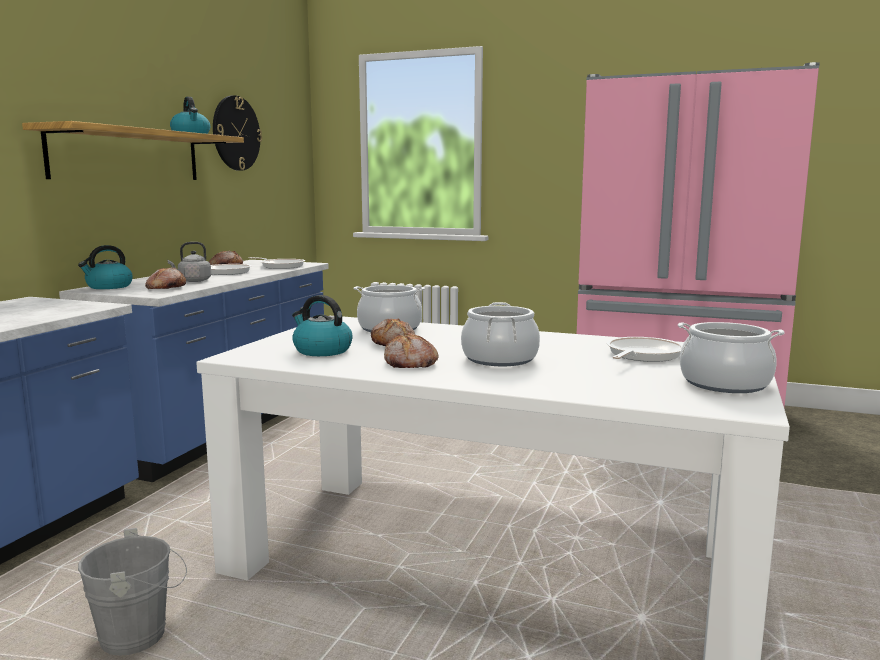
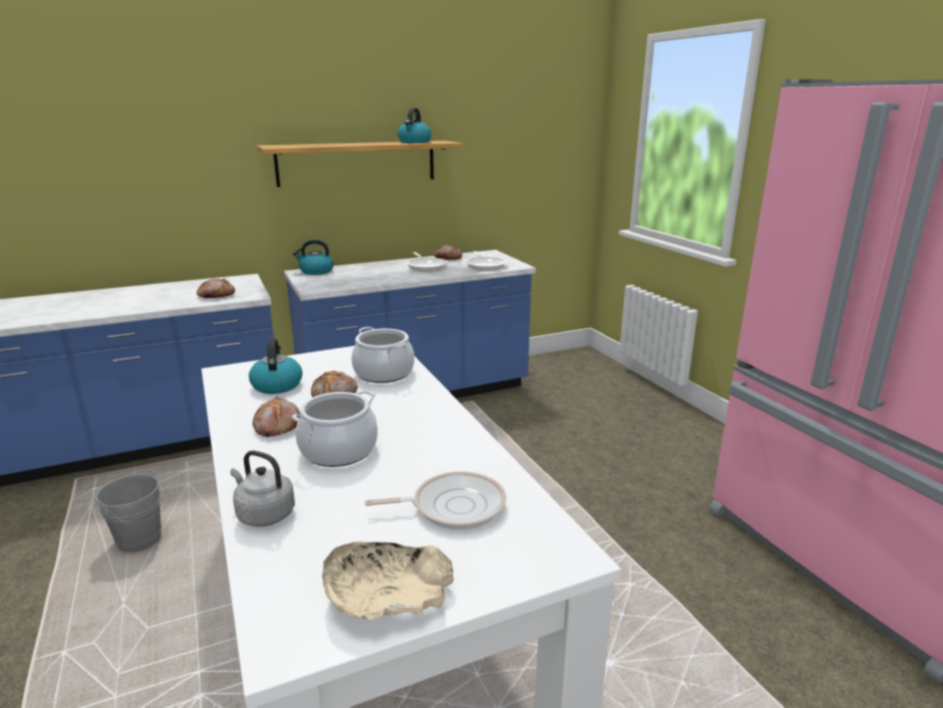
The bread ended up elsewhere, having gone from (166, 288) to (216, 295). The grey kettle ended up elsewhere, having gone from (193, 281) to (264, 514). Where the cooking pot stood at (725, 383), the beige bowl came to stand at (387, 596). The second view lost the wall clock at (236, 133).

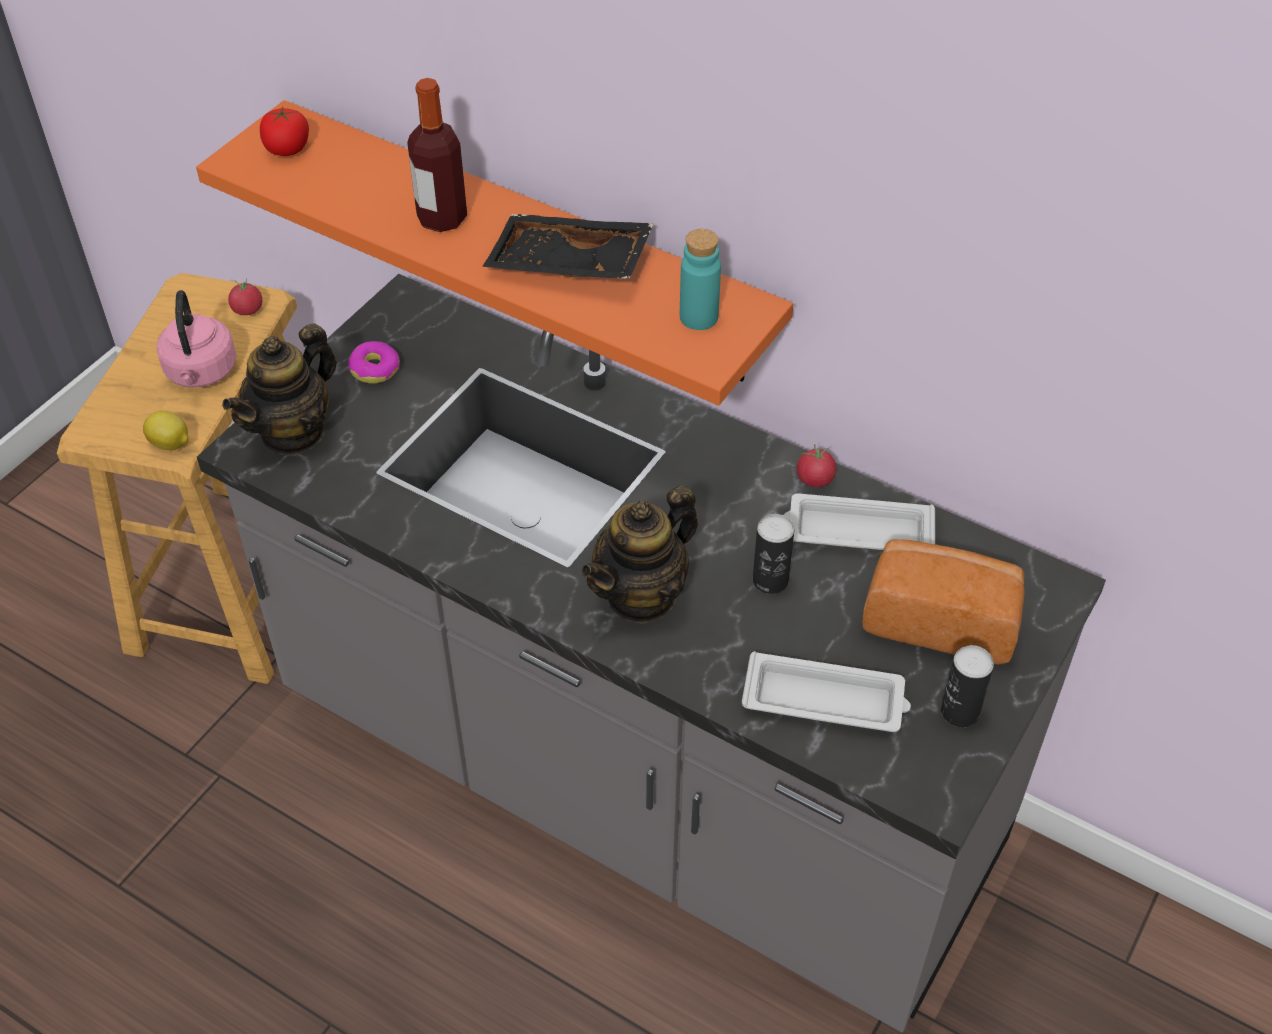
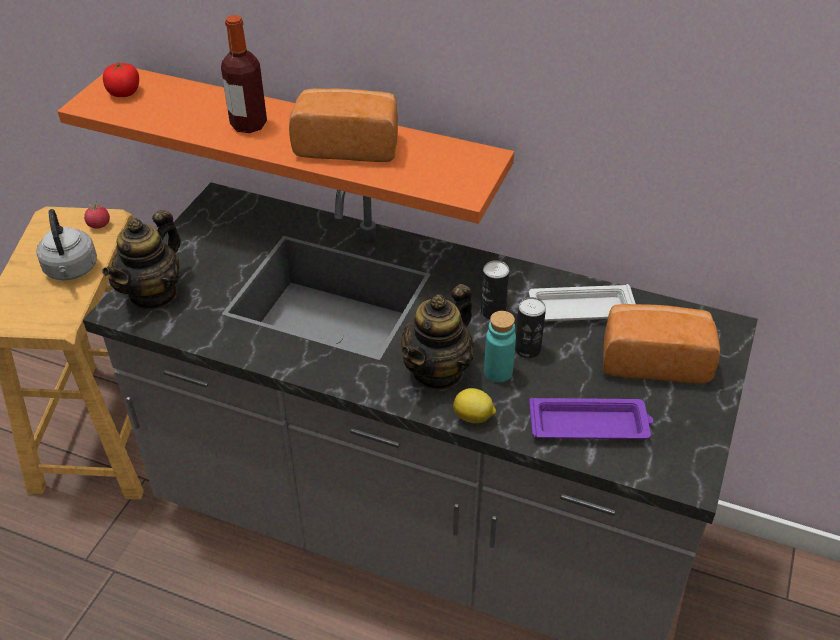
What was the pink kettle at (201, 373) turned into the grey kettle at (71, 270). Where the black tray stood at (568, 266), the bread came to stand at (348, 145). The lemon ended up elsewhere, having gone from (170, 444) to (474, 417). The can ended up elsewhere, having gone from (959, 712) to (493, 312). The turquoise bottle ended up elsewhere, having gone from (698, 317) to (498, 372). What was the white tray at (826, 700) turned into the purple tray at (590, 425). The second view lost the donut at (375, 369). The second view lost the tomato at (815, 479).

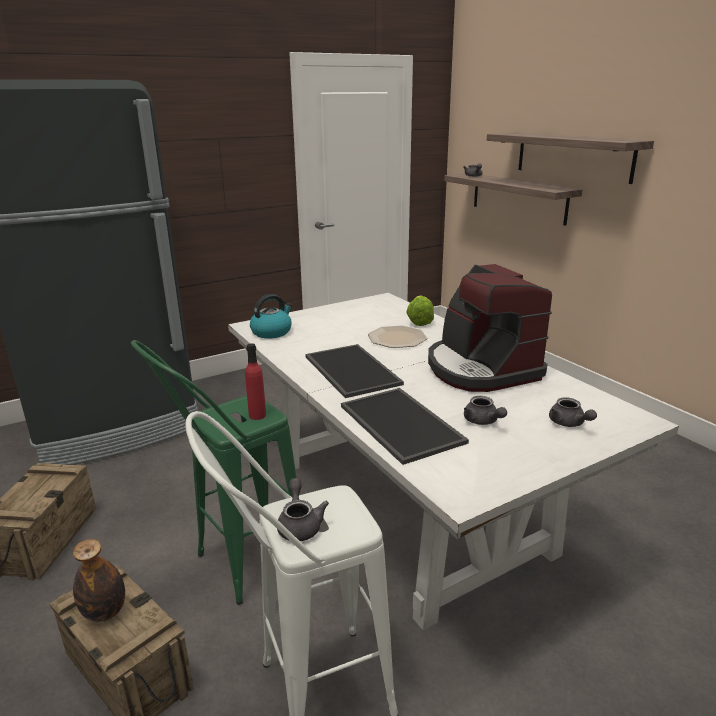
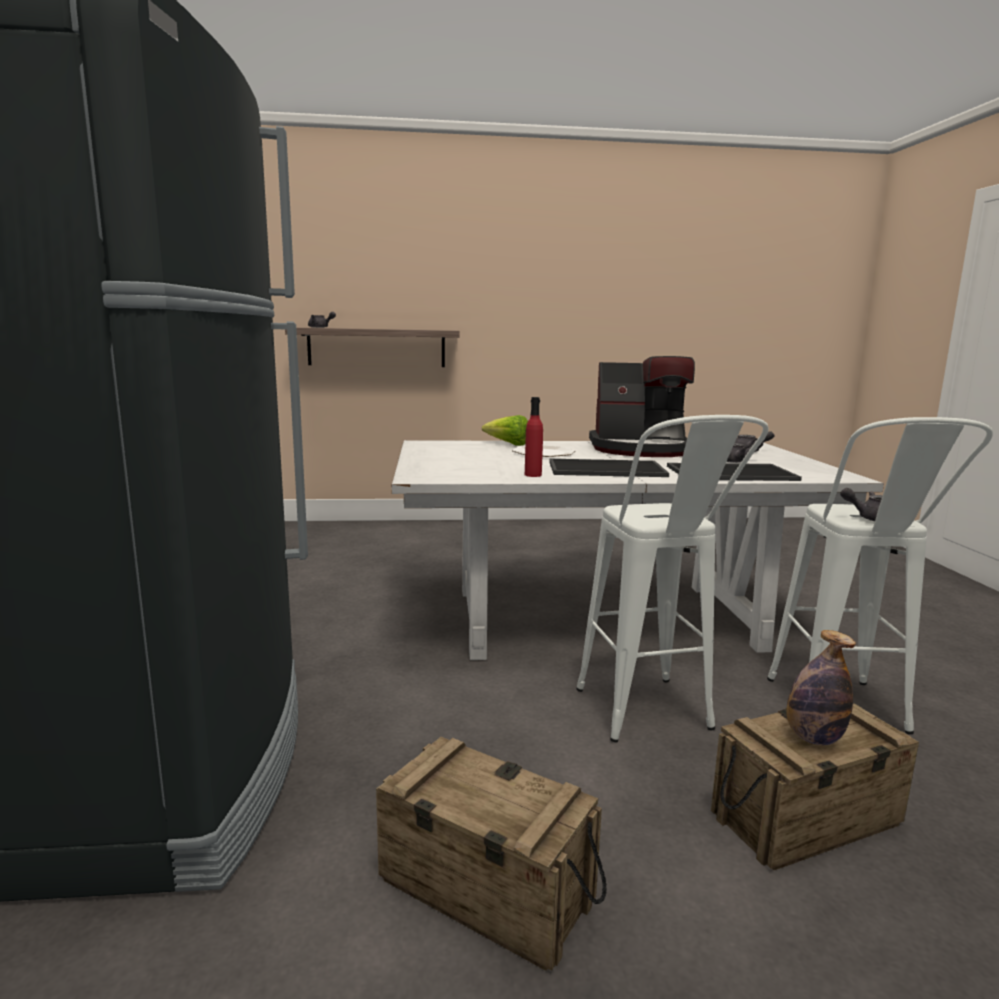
The red bottle ended up elsewhere, having gone from (257, 415) to (533, 475). What was the green stool at (237, 568) turned into the white stool at (651, 721). The second view lost the kettle at (272, 332). The second view lost the shelf at (573, 156).

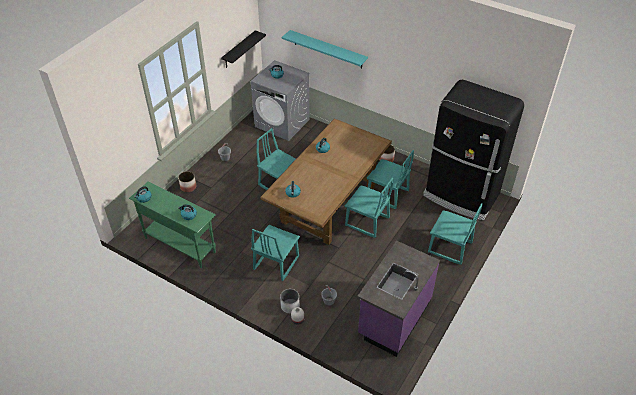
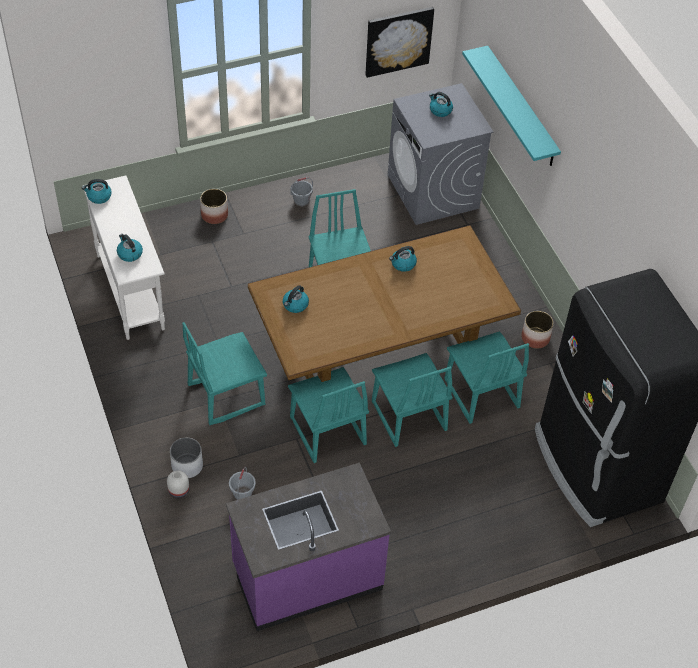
What was the green console table at (180, 245) turned into the white console table at (130, 291). The turquoise chair ended up elsewhere, having gone from (450, 248) to (327, 431). Where the black shelf hung at (239, 50), the picture came to hang at (398, 41).

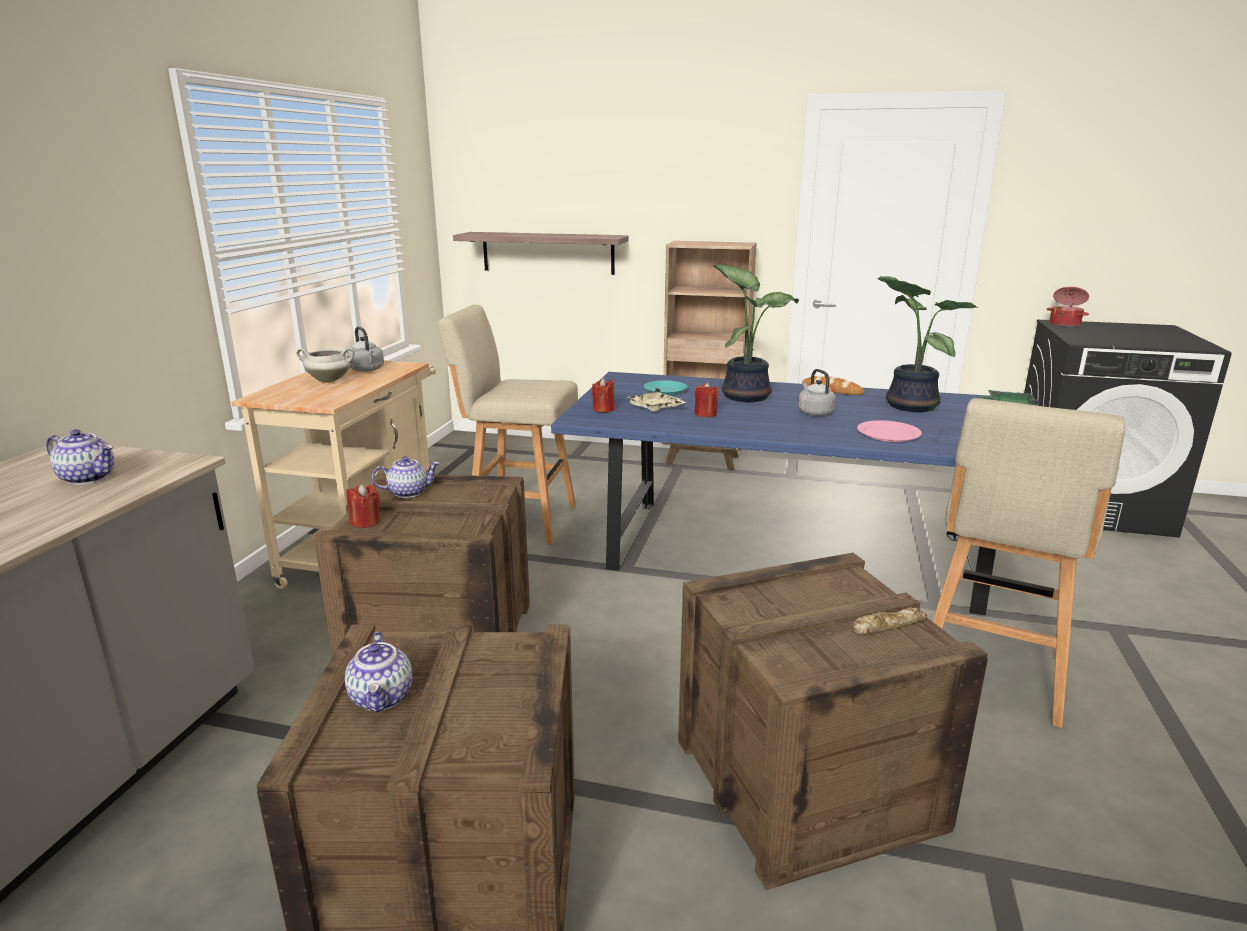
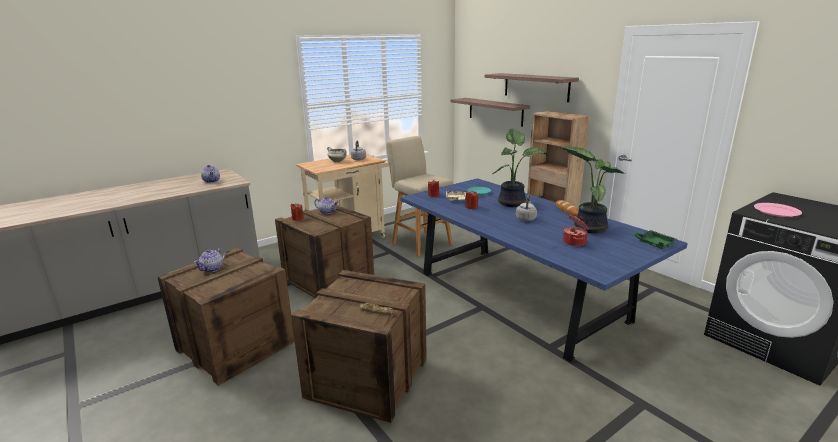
The second view gained the shelf at (536, 87). The cooking pot ended up elsewhere, having gone from (1065, 324) to (575, 242). The pink plate ended up elsewhere, having gone from (888, 434) to (776, 211). The second view lost the beige stool at (989, 676).

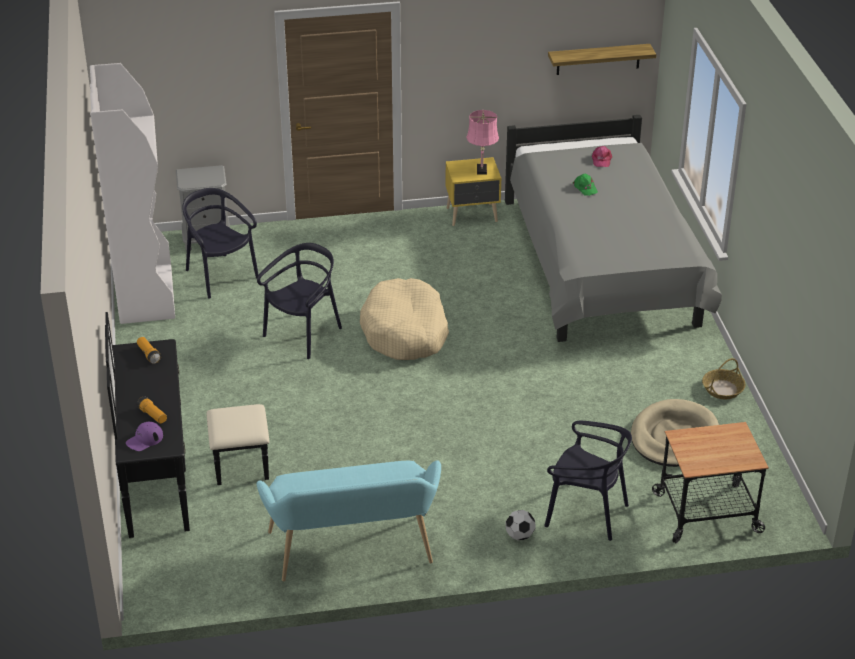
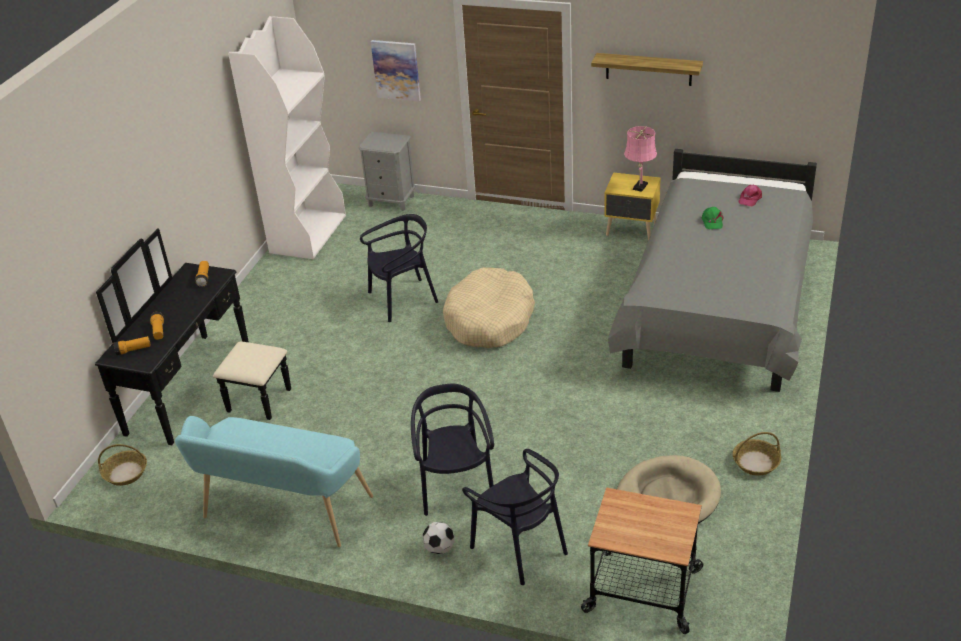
The second view gained the basket at (125, 473). Where the purple cap stood at (144, 439), the flashlight came to stand at (133, 350). The second view gained the picture at (396, 70). The black chair ended up elsewhere, having gone from (220, 276) to (455, 486). The shelf ended up elsewhere, having gone from (598, 59) to (648, 69).

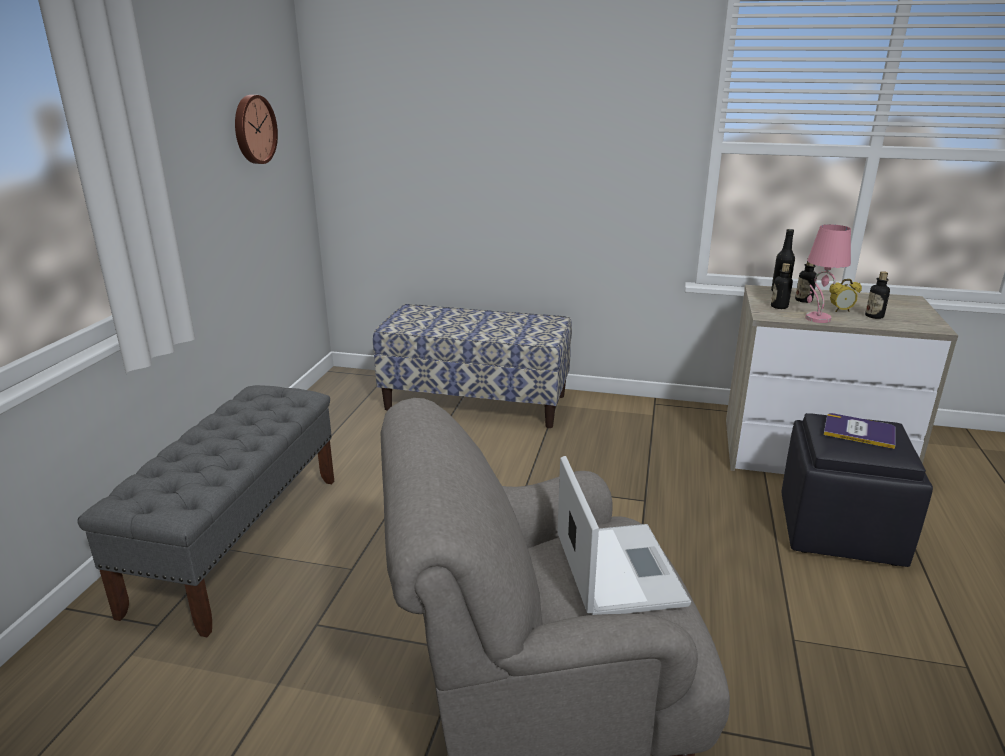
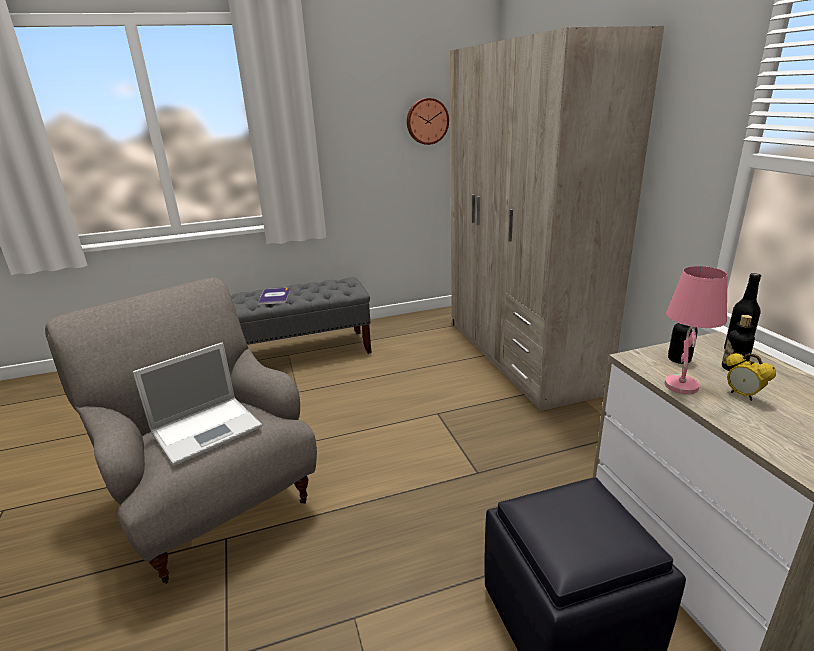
The book ended up elsewhere, having gone from (859, 431) to (274, 297). Where the bench stood at (476, 402), the beige wardrobe came to stand at (520, 355). The second view lost the bottle at (874, 316).

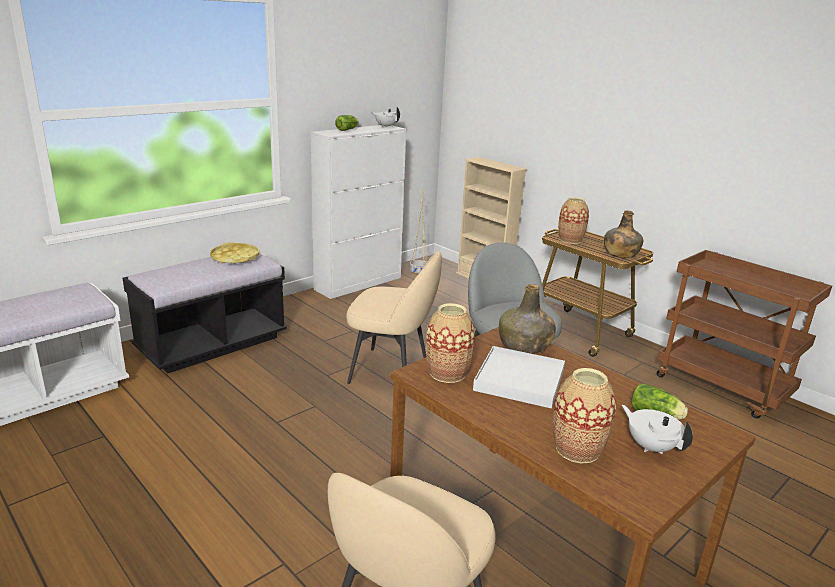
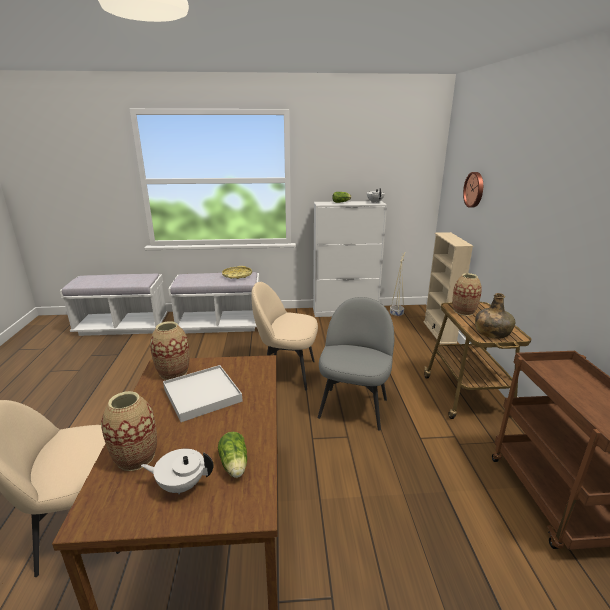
The white teapot at (651, 446) ended up facing another way, 90 degrees counterclockwise from before. What was the black bench at (212, 344) turned into the white bench at (220, 324). The beige chair at (391, 371) ended up facing another way, 135 degrees clockwise from before. The second view gained the wall clock at (475, 189). The second view lost the green bottle at (524, 346).

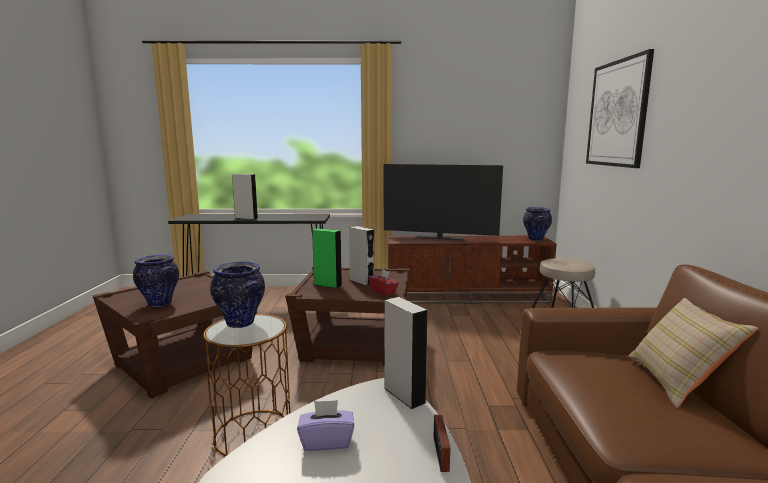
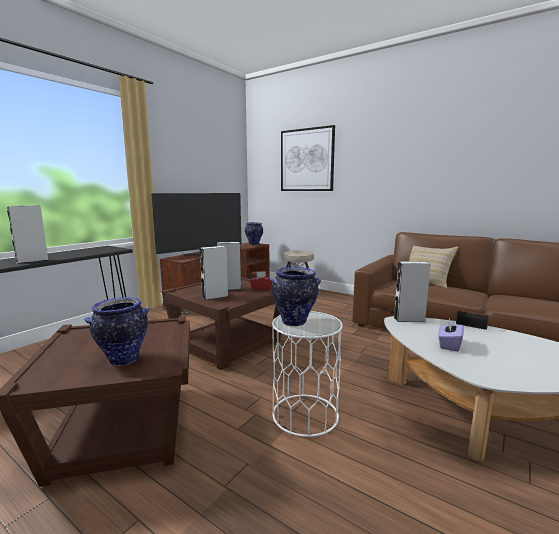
What was the green speaker at (327, 285) turned into the grey speaker at (215, 297). What was the brown side table at (253, 433) turned into the white side table at (305, 414).

